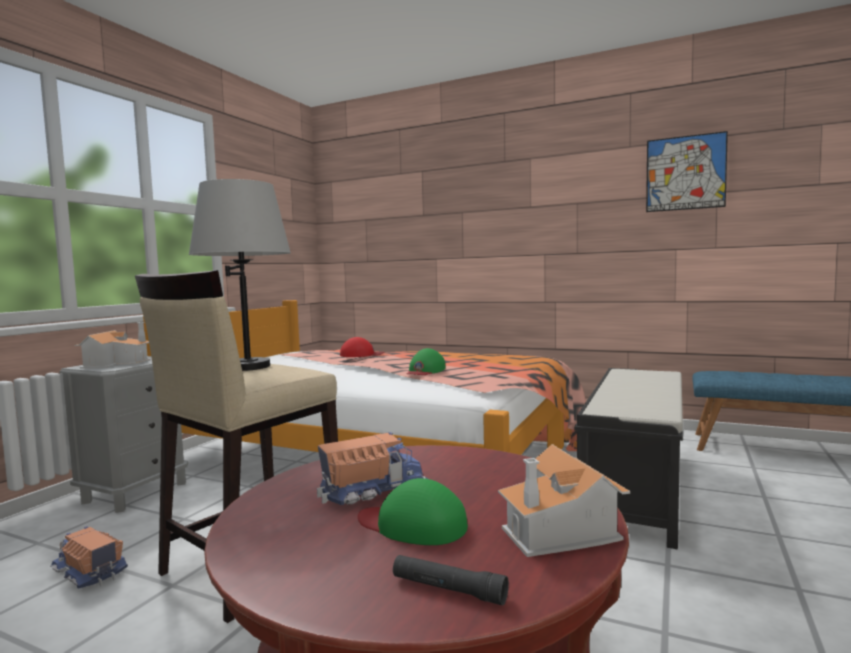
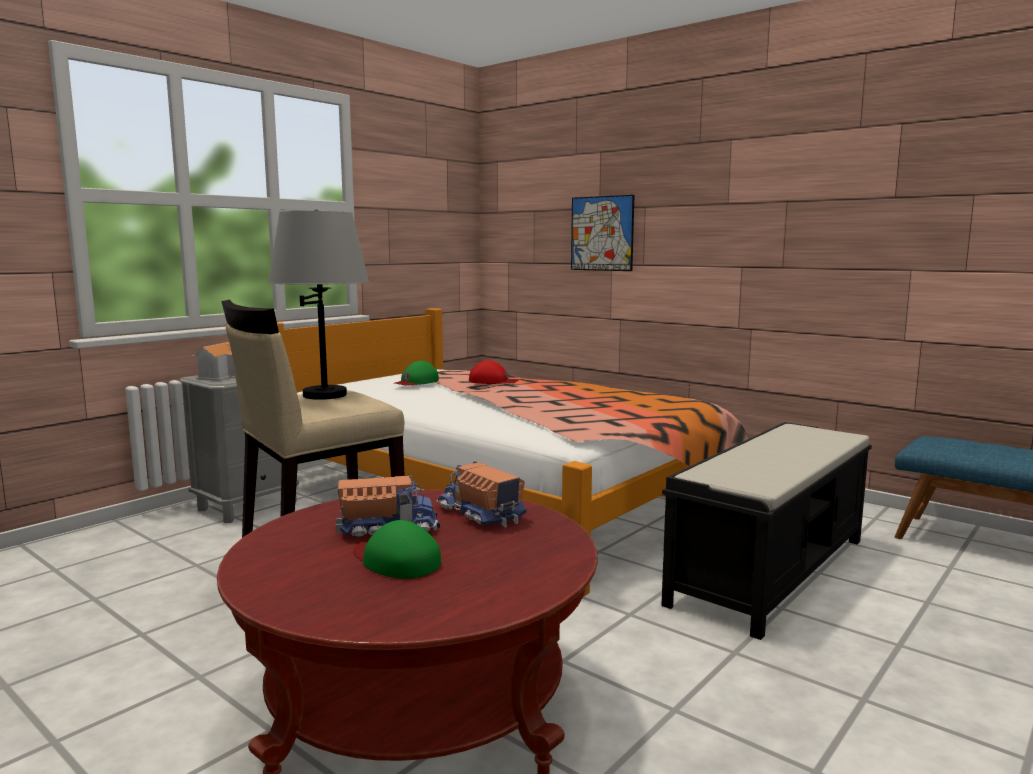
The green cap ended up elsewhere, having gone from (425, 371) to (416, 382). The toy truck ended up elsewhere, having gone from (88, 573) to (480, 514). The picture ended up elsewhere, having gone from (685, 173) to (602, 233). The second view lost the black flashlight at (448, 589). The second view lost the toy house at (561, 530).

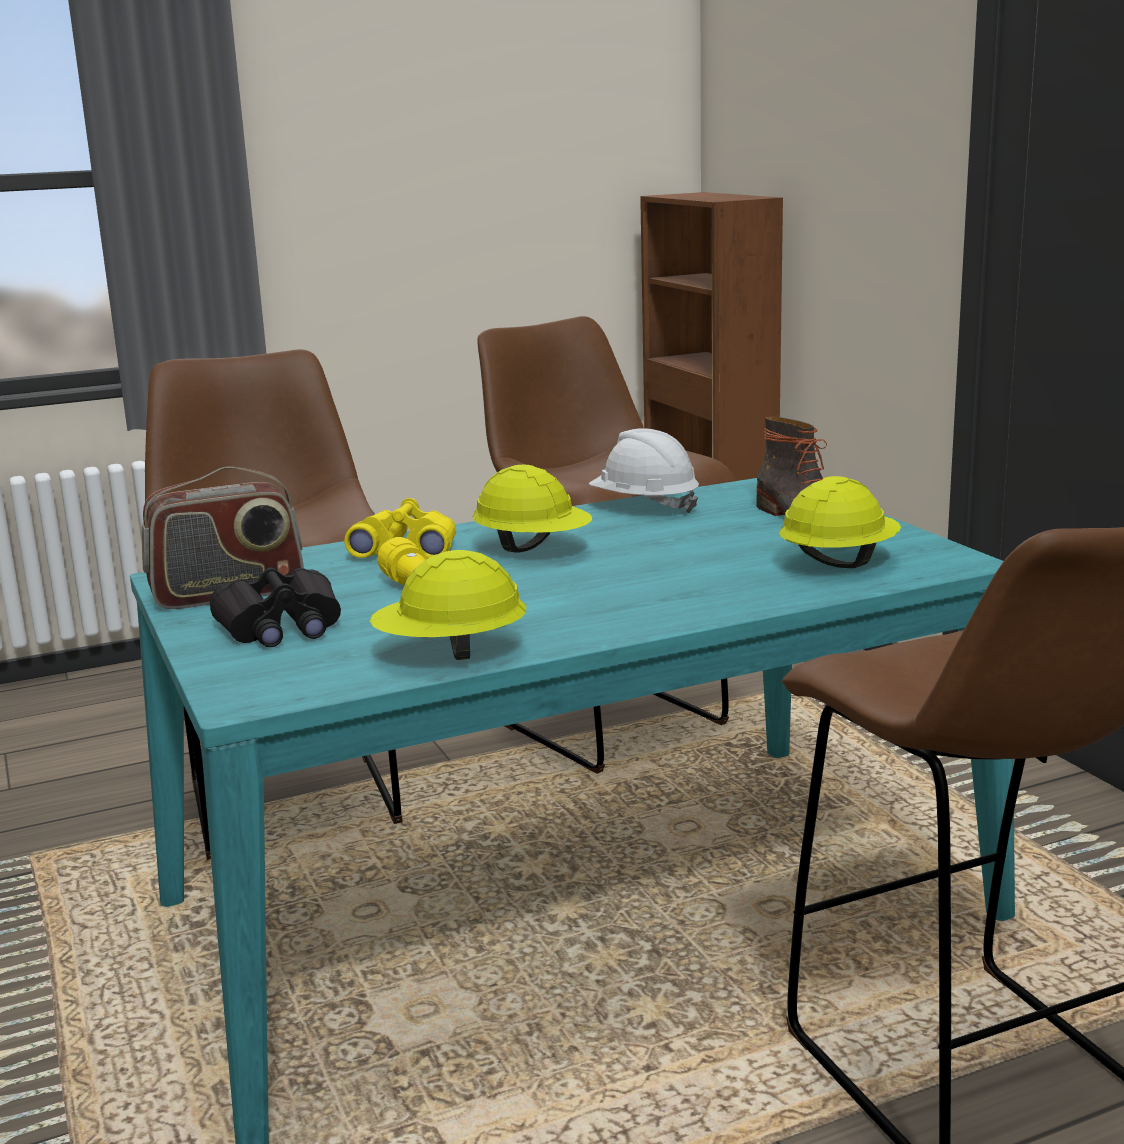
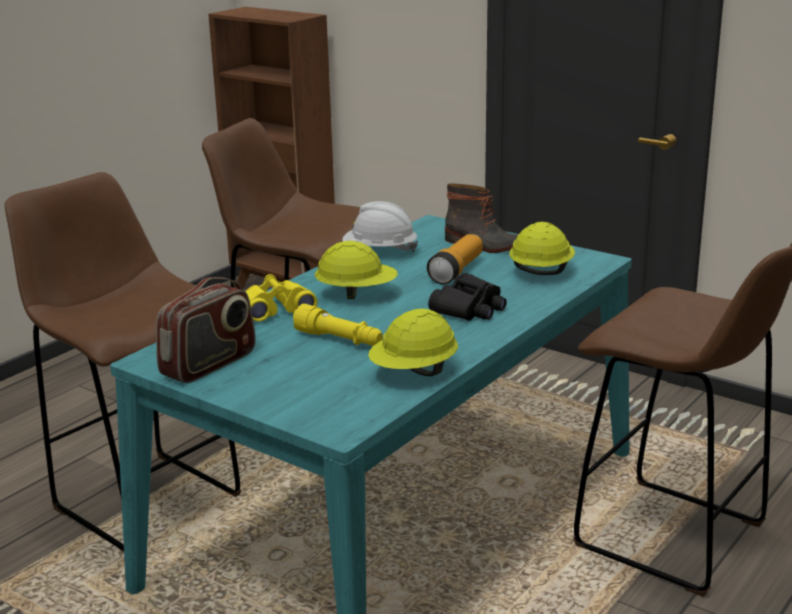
The second view gained the flashlight at (456, 271). The black binoculars ended up elsewhere, having gone from (281, 627) to (469, 309).

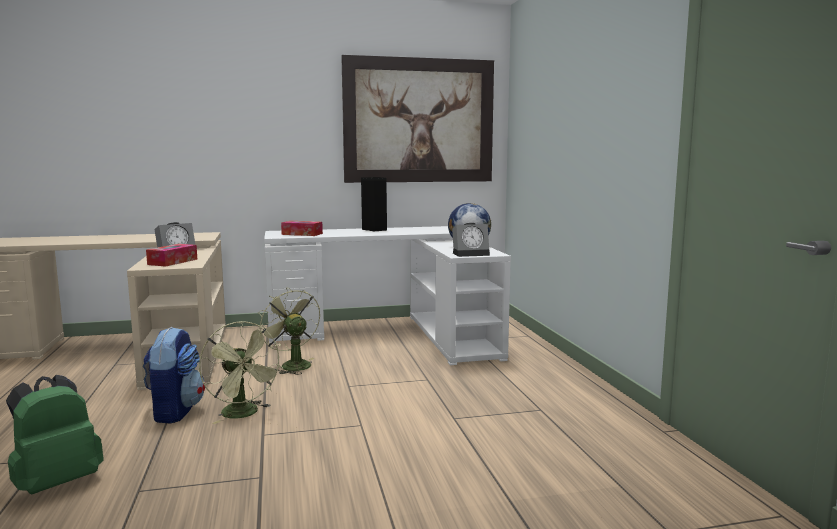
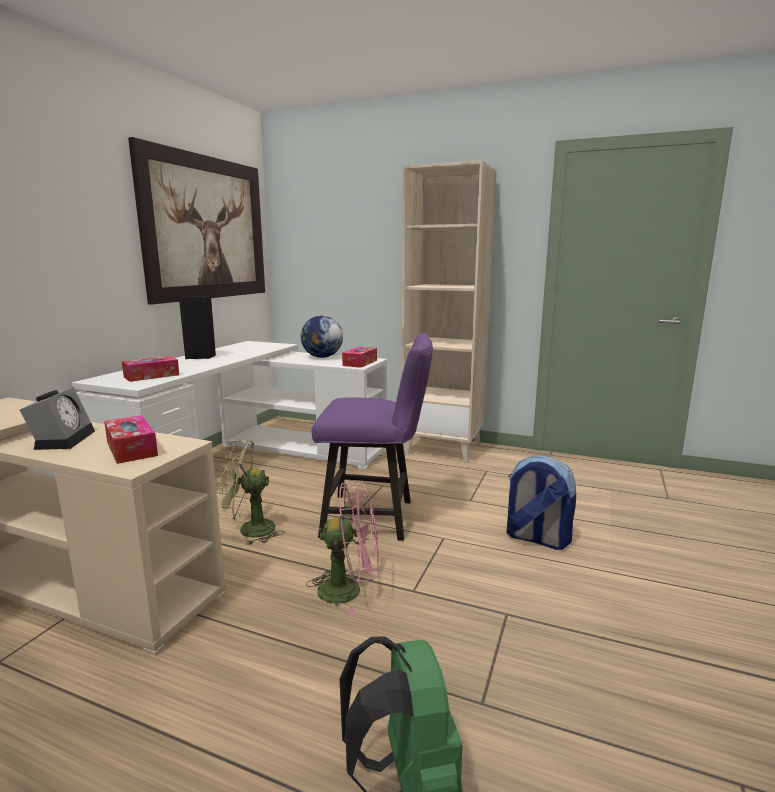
What was the green fan at (244, 414) turned into the pink fan at (349, 589). The second view gained the purple chair at (376, 518). Where the alarm clock stood at (471, 254), the tissue box came to stand at (360, 363). The second view gained the beige bookcase at (443, 448). The backpack ended up elsewhere, having gone from (175, 411) to (536, 538).

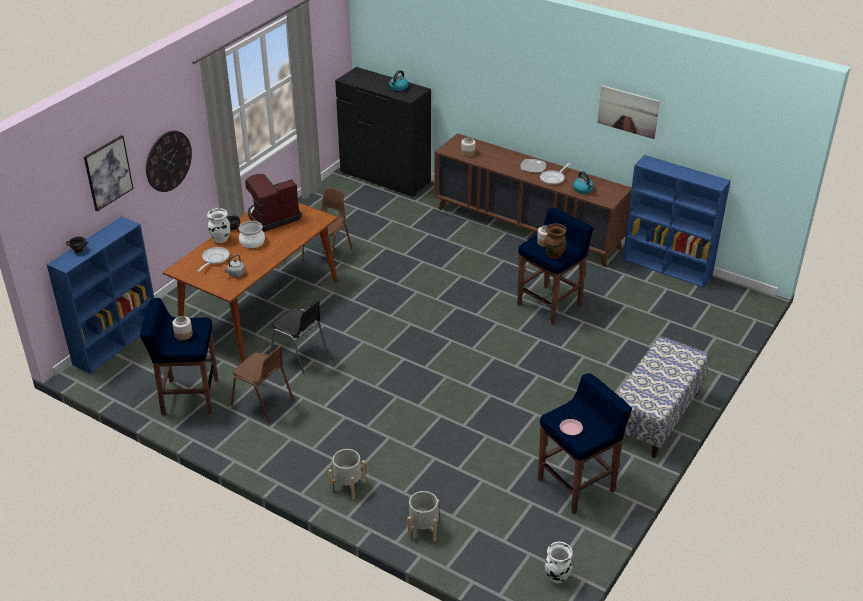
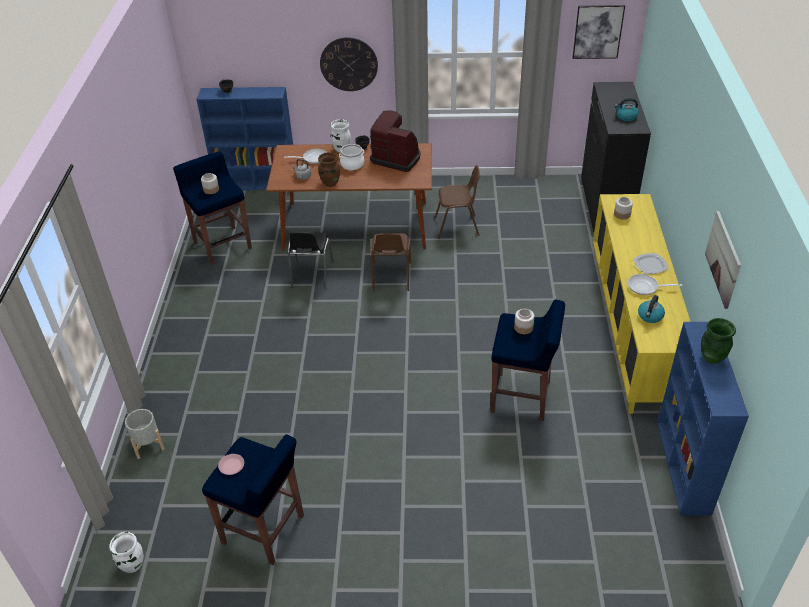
The brown vase ended up elsewhere, having gone from (554, 255) to (330, 183). The brown chair ended up elsewhere, having gone from (263, 403) to (391, 277). The picture ended up elsewhere, having gone from (108, 172) to (598, 31). What was the brown cabinet at (527, 228) turned into the yellow cabinet at (632, 327). The second view gained the green vase at (712, 357). The second view lost the grey planter at (348, 486). The second view lost the bench at (655, 416).

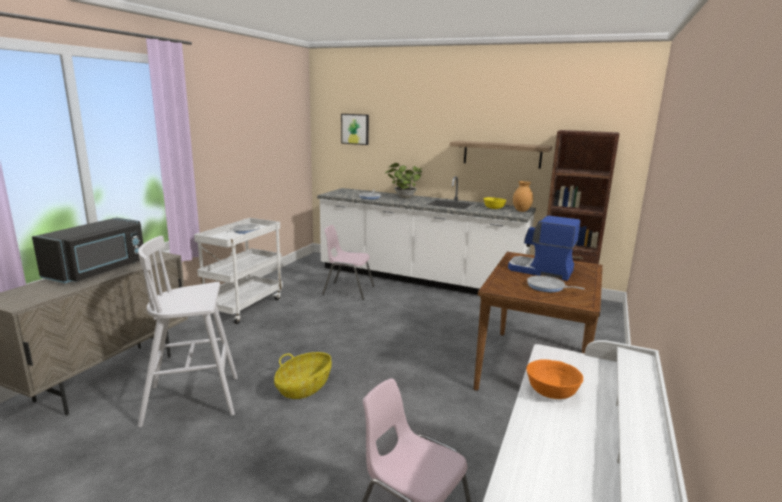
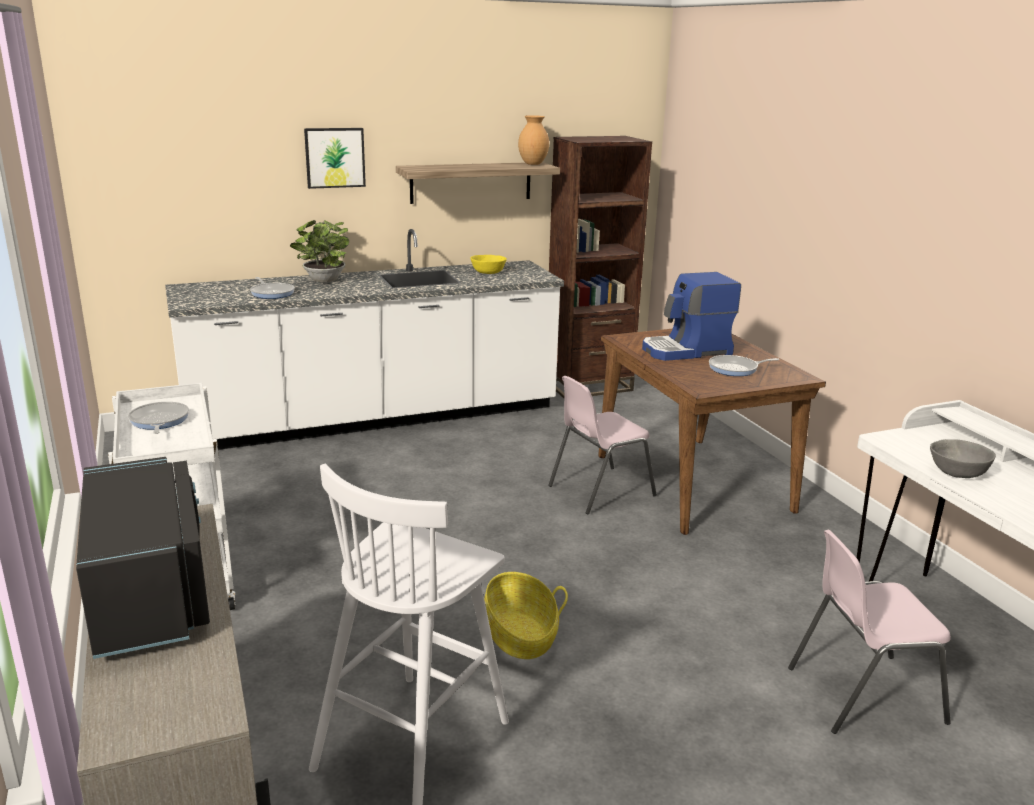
The picture ended up elsewhere, having gone from (355, 129) to (334, 157). The brown vase ended up elsewhere, having gone from (521, 211) to (532, 164). The pink chair ended up elsewhere, having gone from (347, 290) to (599, 491). What was the orange bowl at (551, 391) turned into the grey bowl at (957, 472).

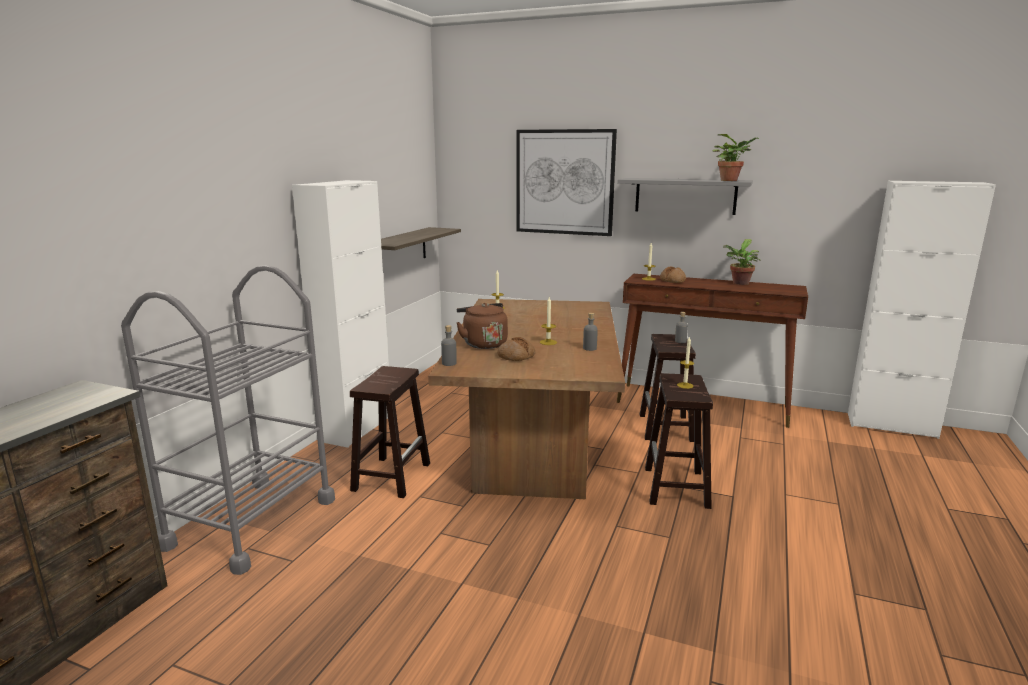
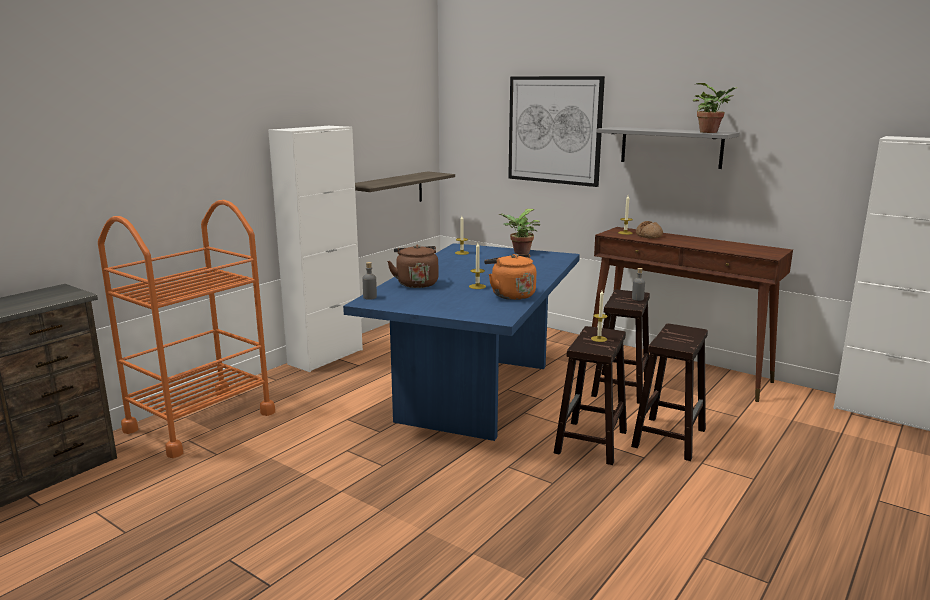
What was the grey cart at (251, 523) turned into the orange cart at (200, 421). What was the brown dining table at (535, 449) turned into the blue dining table at (476, 392). Where the grey bottle stood at (589, 348), the orange kettle came to stand at (510, 295). The potted plant ended up elsewhere, having gone from (739, 283) to (519, 253). The brown stool ended up elsewhere, having gone from (392, 476) to (669, 437). The second view lost the bread at (516, 356).

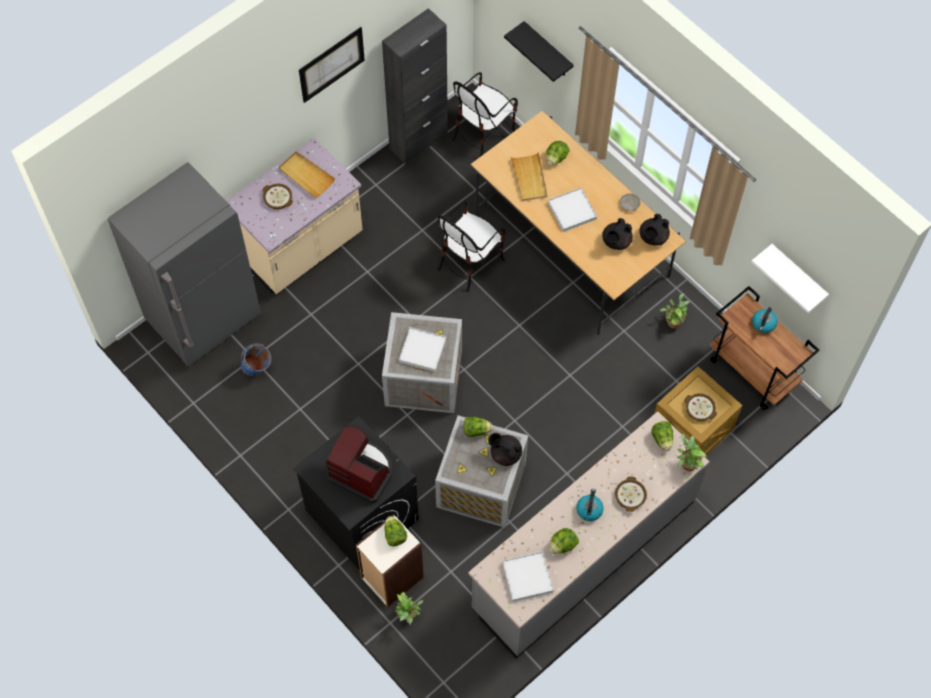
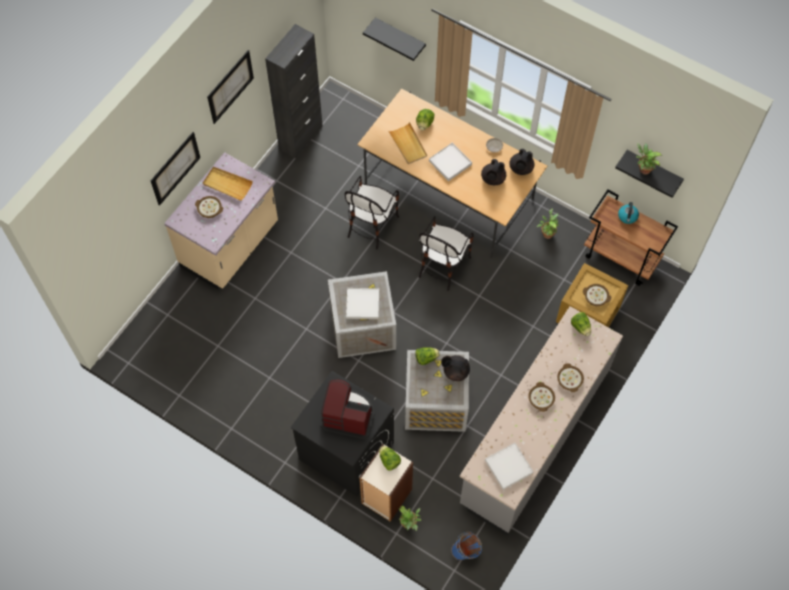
The second view gained the picture at (175, 168). The chair ended up elsewhere, having gone from (483, 134) to (443, 265). The blue bucket ended up elsewhere, having gone from (258, 370) to (466, 552). Where the kettle stood at (589, 509), the bowl came to stand at (540, 398). What was the white shelf at (797, 275) turned into the black shelf at (653, 170). The potted plant ended up elsewhere, having gone from (687, 464) to (643, 169). The second view lost the grey fridge at (205, 320). The second view lost the lettuce at (562, 545).

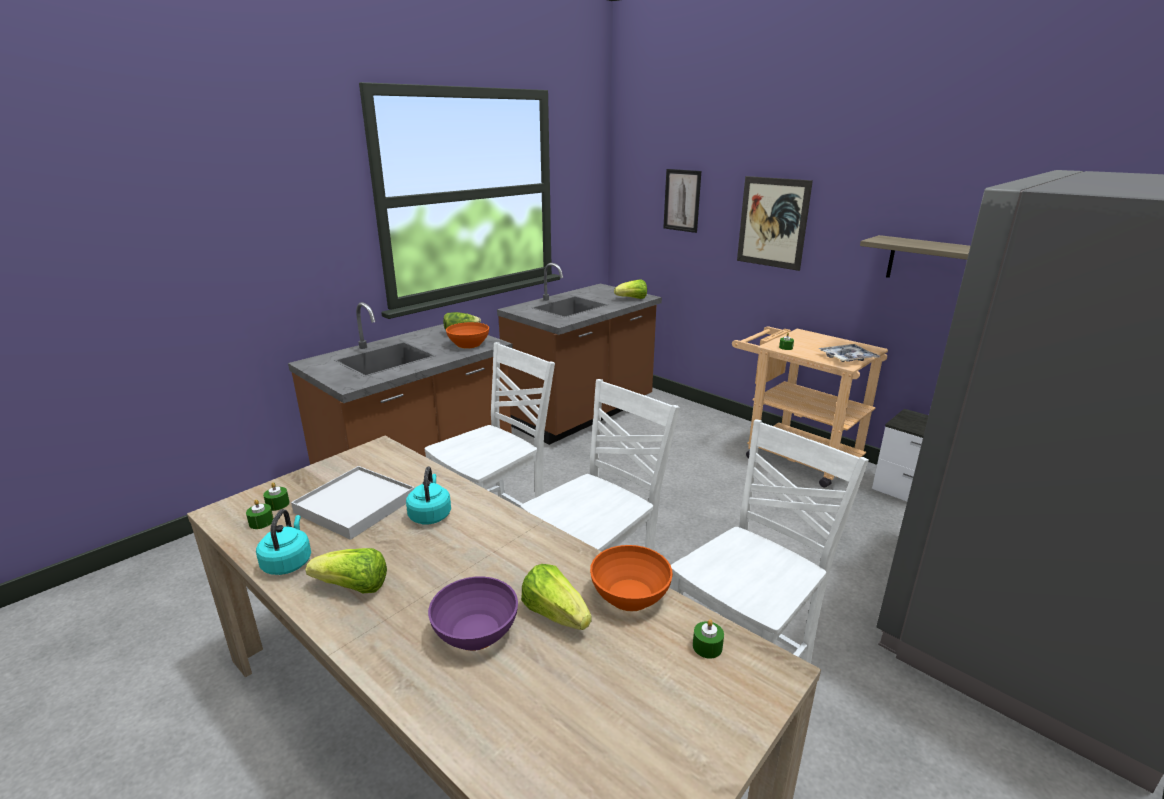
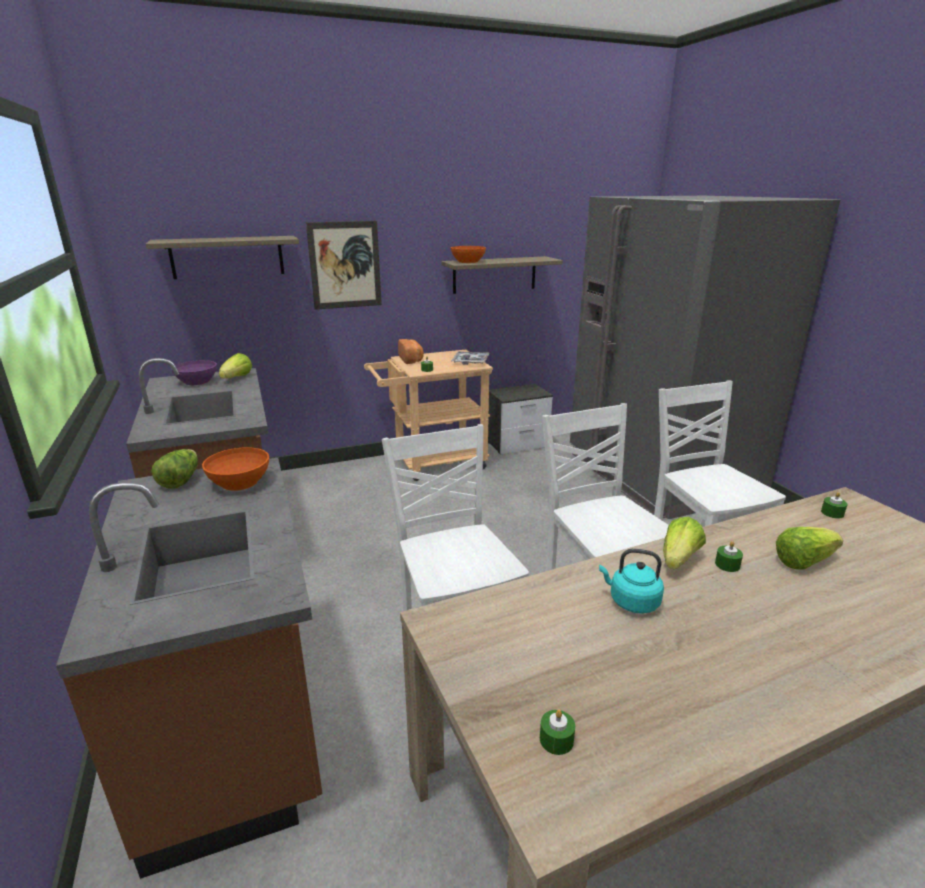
Where the picture hung at (682, 200), the shelf came to hang at (227, 257). The purple bowl ended up elsewhere, having gone from (475, 632) to (197, 381). The second view gained the bread at (411, 360). The orange bowl ended up elsewhere, having gone from (629, 596) to (468, 262). The lettuce ended up elsewhere, having gone from (353, 587) to (679, 559). The green candle ended up elsewhere, having gone from (261, 522) to (727, 565). The second view lost the turquoise kettle at (288, 562). The second view lost the white tray at (355, 505).

